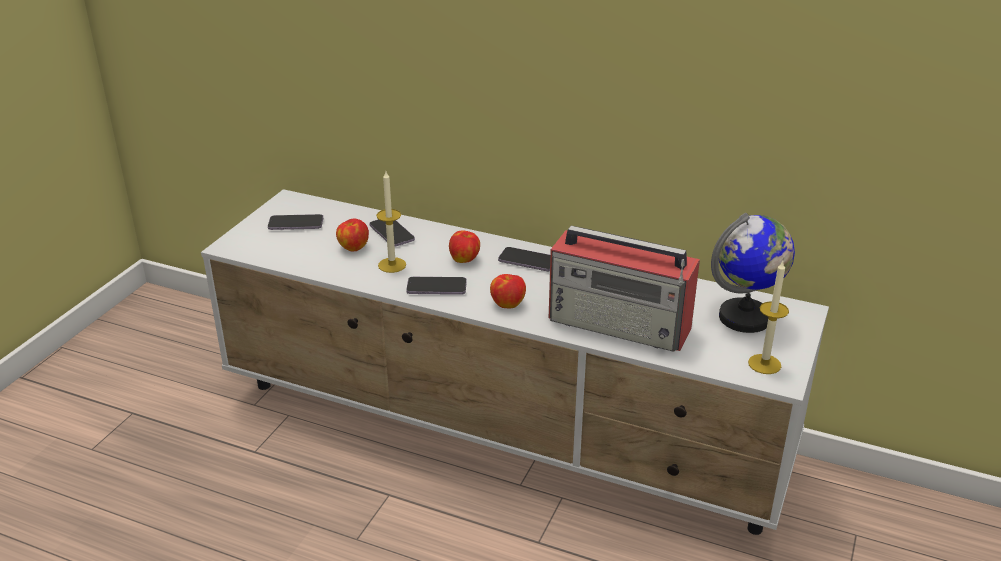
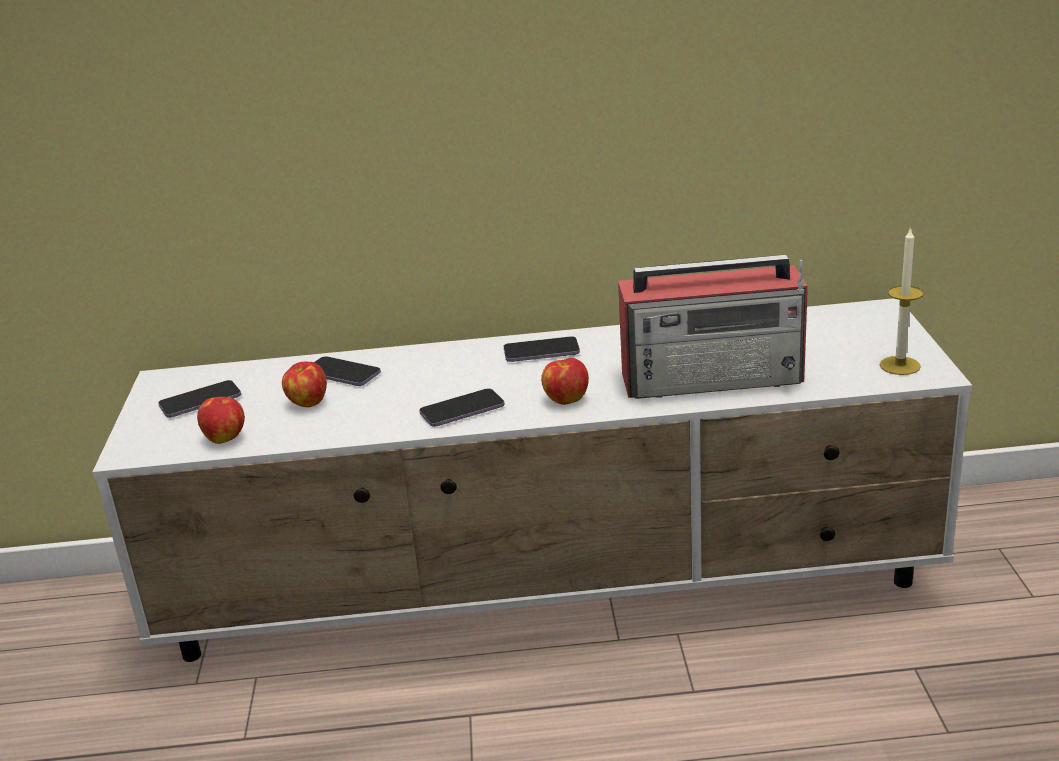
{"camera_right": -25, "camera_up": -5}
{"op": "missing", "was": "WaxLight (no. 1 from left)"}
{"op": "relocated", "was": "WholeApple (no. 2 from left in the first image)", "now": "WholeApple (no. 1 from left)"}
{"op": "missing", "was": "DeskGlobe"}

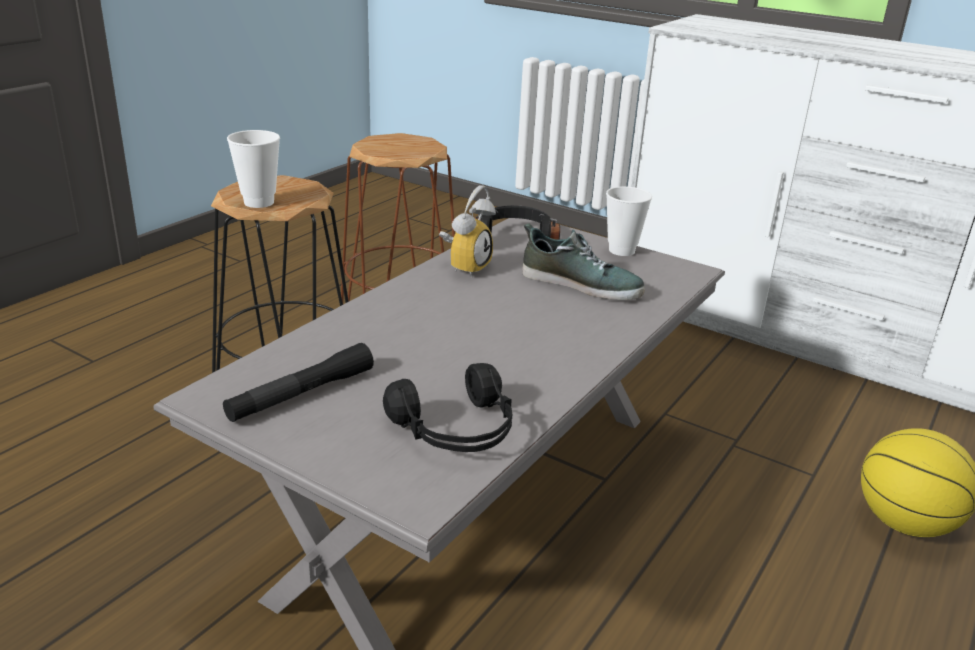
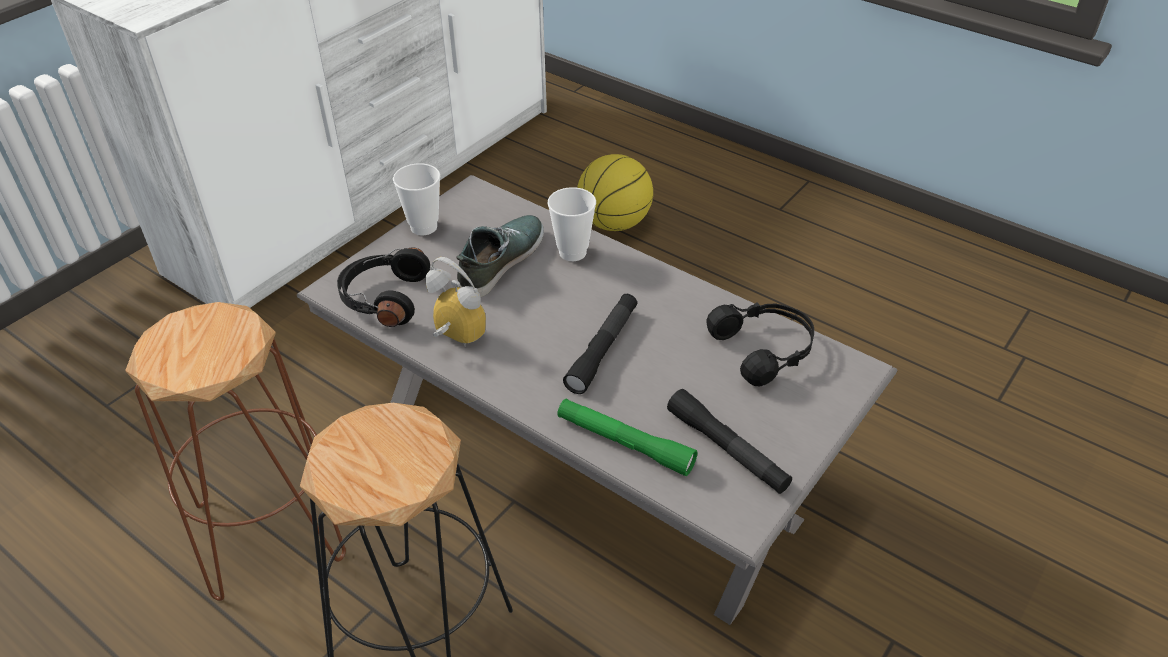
{"camera_right": -85, "camera_up": 15}
{"op": "relocated", "was": "SmallCup (no. 1 from left in the first image)", "now": "SmallCup (no. 2 from left)"}
{"op": "appeared", "now": "GreenColouredHandTorch"}
{"op": "appeared", "now": "BlackHandTorch (no. 1 from left)"}

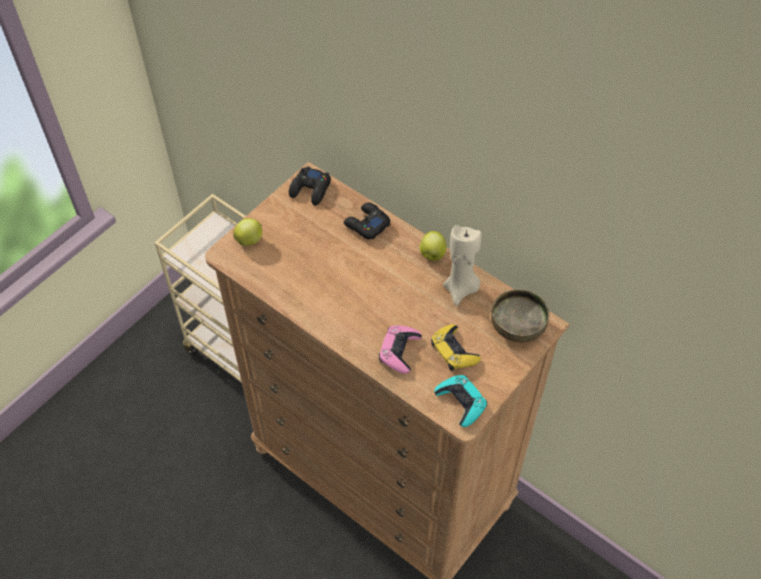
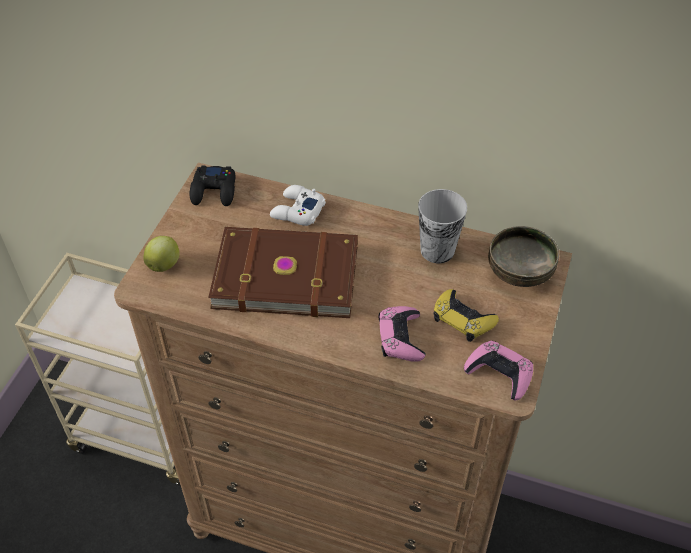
{"camera_right": -20, "camera_up": -5}
{"op": "colour", "was": "BlackGamepad (no. 2 from left)", "now": "WhiteColouredGamepad"}
{"op": "missing", "was": "WholeApple (no. 2 from left)"}
{"op": "colour", "was": "TurquoiseGamepad", "now": "PinkGamepad (no. 2 from left)"}
{"op": "exchanged", "was": "SandColouredWaxLight", "now": "SmallCup"}
{"op": "appeared", "now": "BrownishBook"}

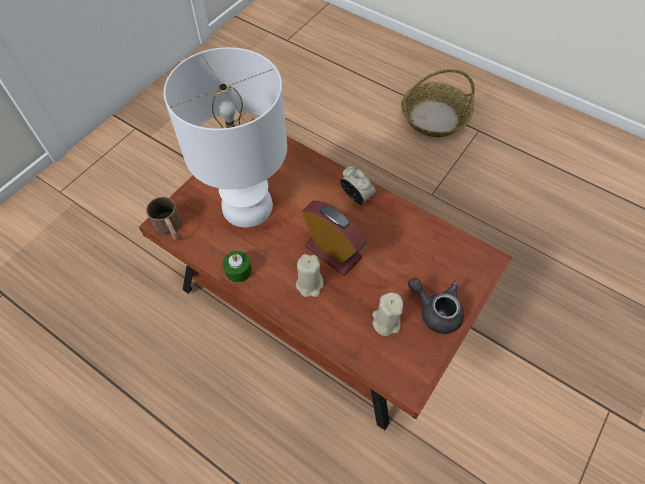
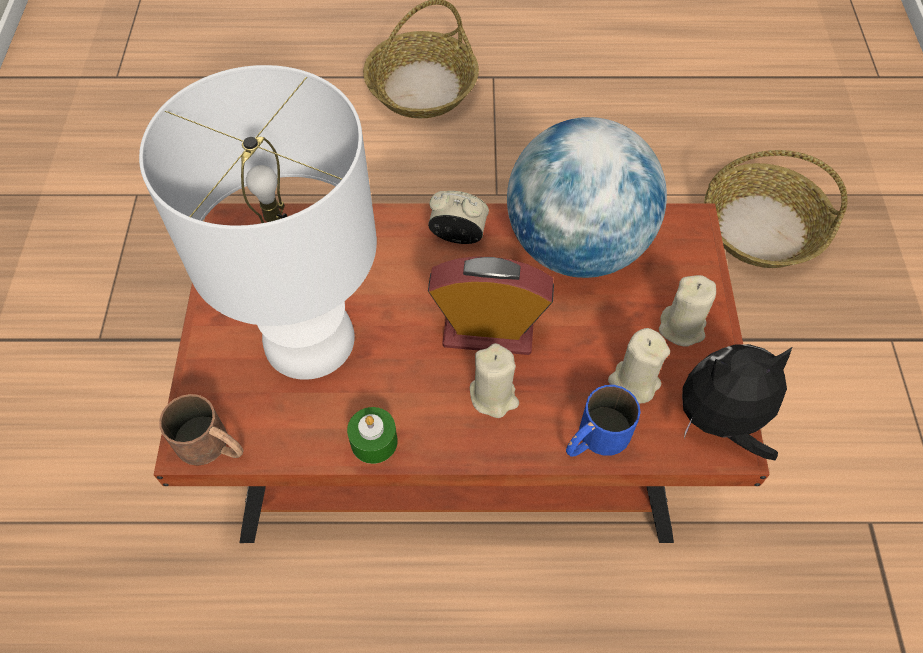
{"camera_right": -35, "camera_up": 0}
{"op": "exchanged", "was": "GreyishTeapot", "now": "SandColouredWaxLight (no. 3 from left)"}
{"op": "appeared", "now": "DeskGlobe"}
{"op": "appeared", "now": "BluishCoffeeMug"}
{"op": "appeared", "now": "PlushToy"}
{"op": "appeared", "now": "Basket (no. 2 from left)"}

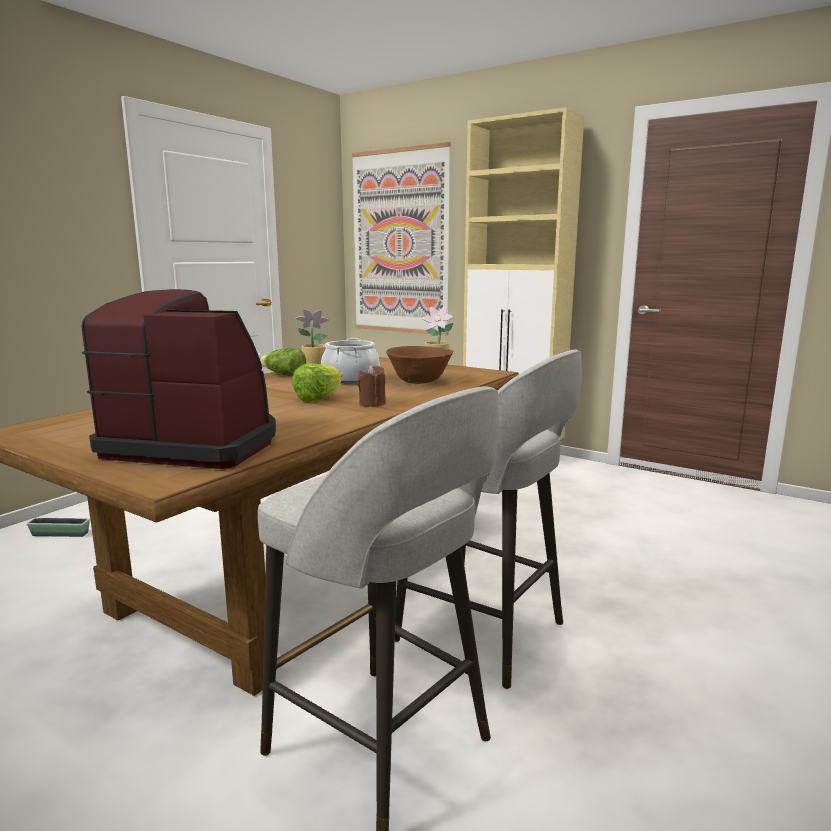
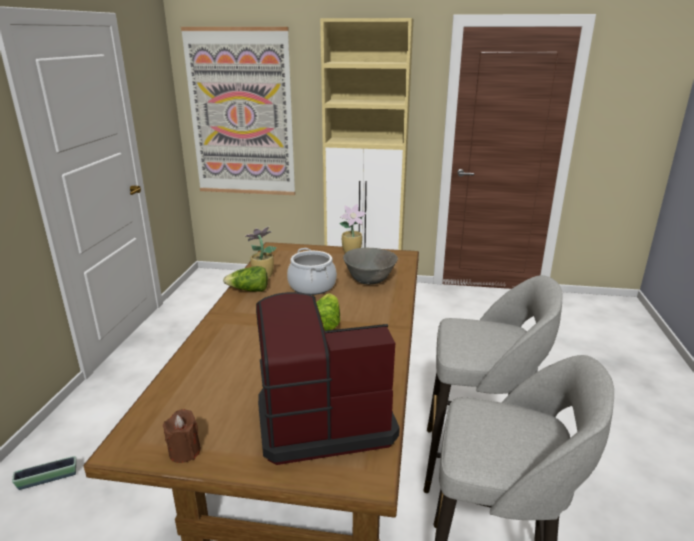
{"camera_right": -25, "camera_up": 10}
{"op": "relocated", "was": "BrownishWaxLight"}
{"op": "colour", "was": "BrownishServingBowl", "now": "GreyishServingBowl"}

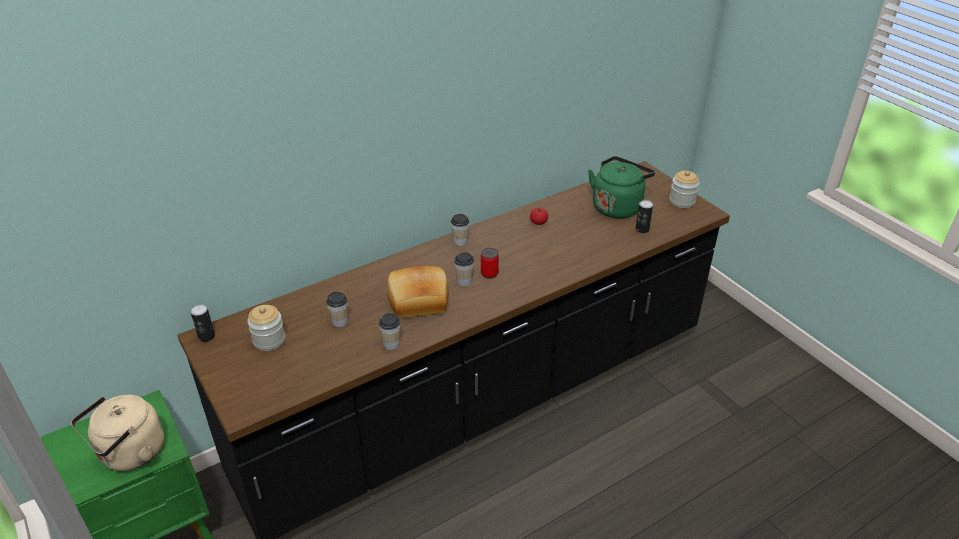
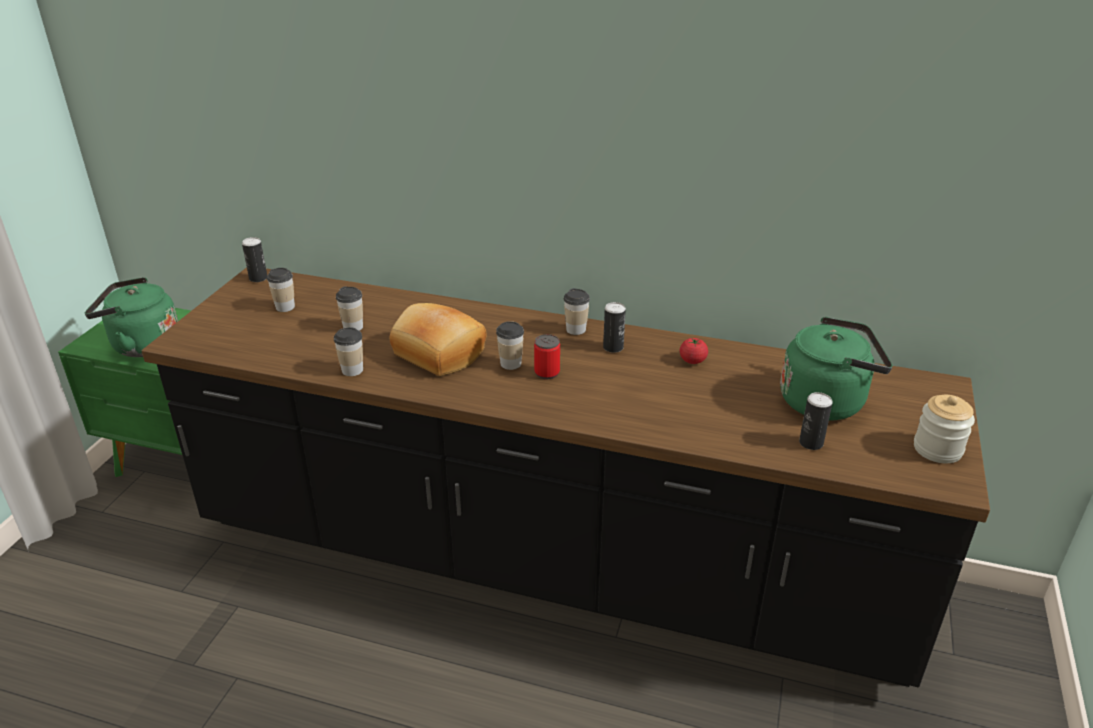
{"camera_right": 50, "camera_up": -5}
{"op": "colour", "was": "SandColouredKettle", "now": "GreenColouredKettle (no. 1 from left)"}
{"op": "exchanged", "was": "StorageJar (no. 1 from left)", "now": "SmallCup (no. 1 from left)"}
{"op": "appeared", "now": "MetalCan (no. 3 from left)"}

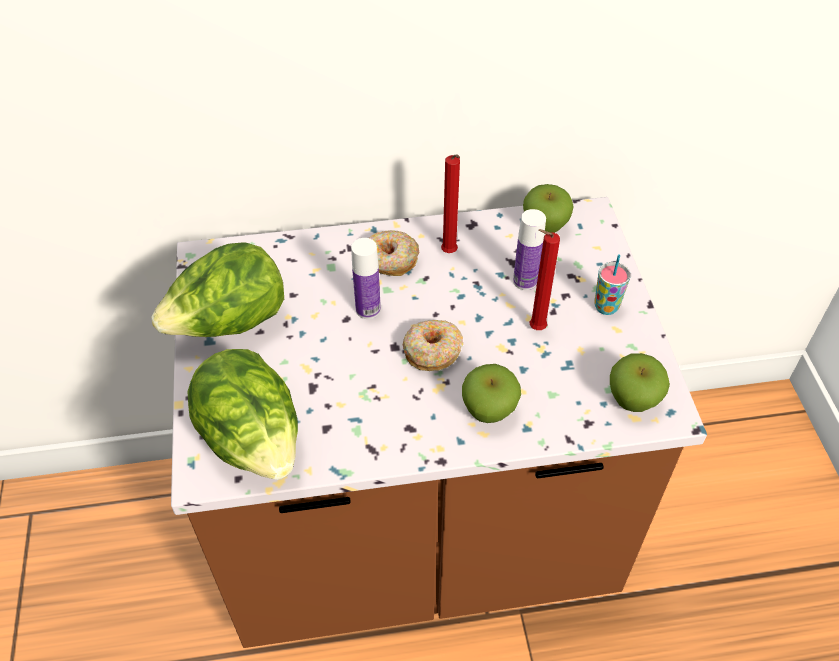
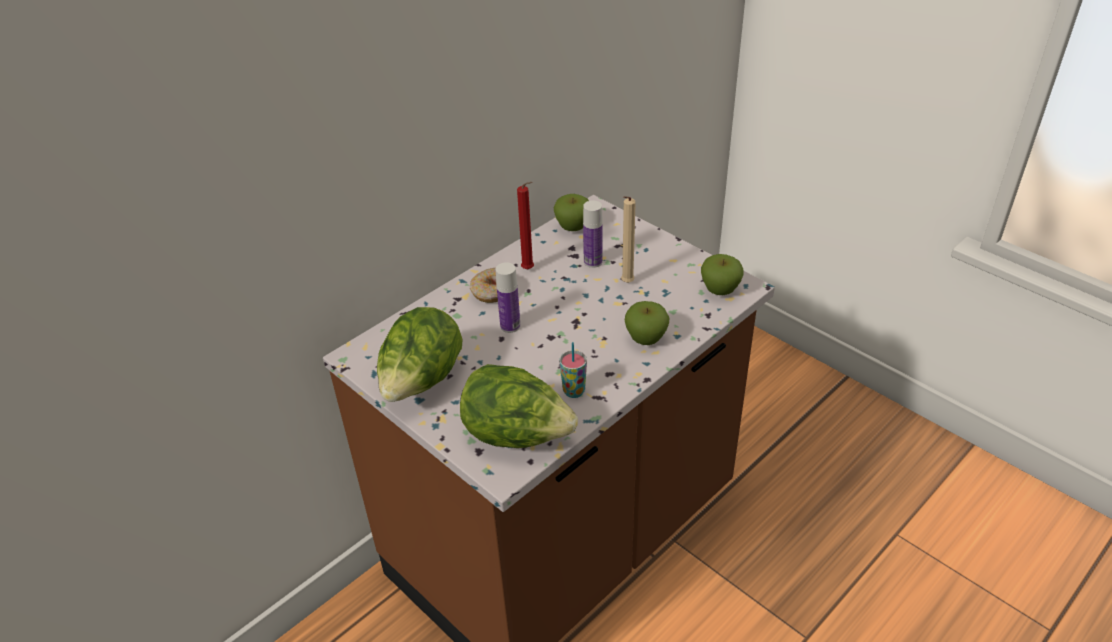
{"camera_right": -35, "camera_up": -10}
{"op": "missing", "was": "Doughnut (no. 2 from left)"}
{"op": "colour", "was": "RedColouredWaxLight (no. 2 from left)", "now": "SandColouredWaxLight"}
{"op": "relocated", "was": "SmallCup"}

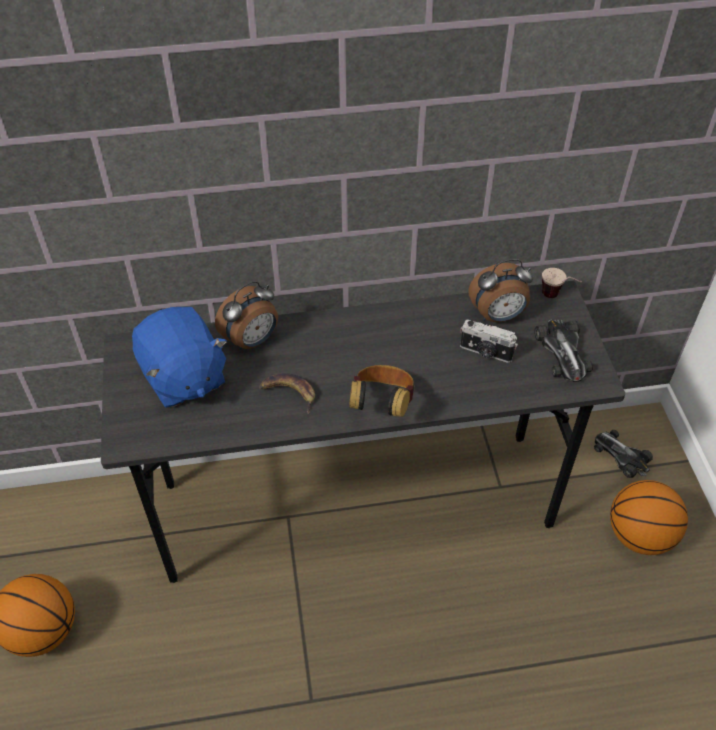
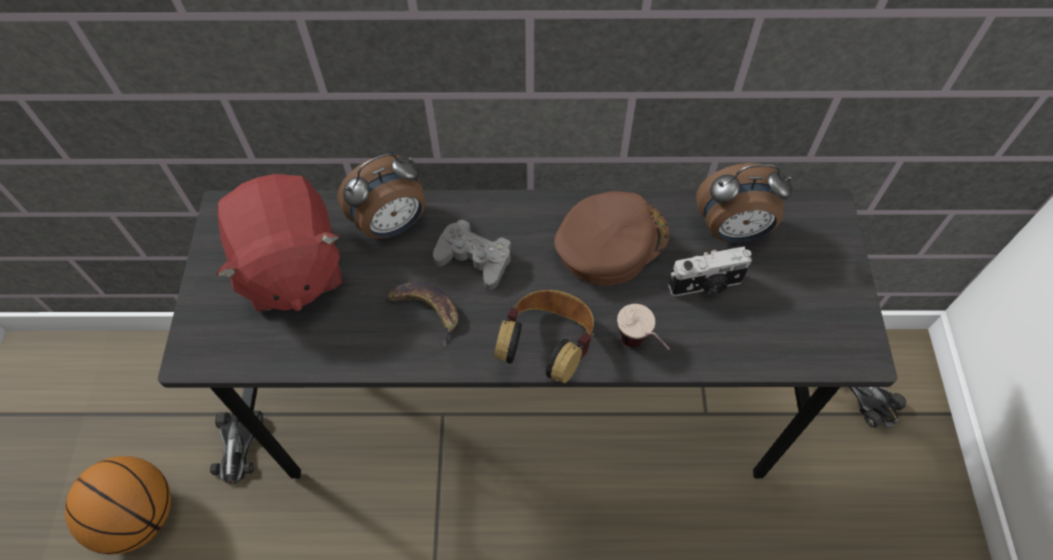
{"camera_right": 10, "camera_up": 10}
{"op": "colour", "was": "BluishPlushToy", "now": "RedColouredPlushToy"}
{"op": "spun", "was": "StillCamera", "clockwise": -45}
{"op": "relocated", "was": "ModelCar (no. 1 from left)"}
{"op": "relocated", "was": "SmallCup"}
{"op": "missing", "was": "BallForBasketball (no. 2 from left)"}
{"op": "appeared", "now": "GreyishGamepad"}
{"op": "appeared", "now": "BrownishBaseballCap"}

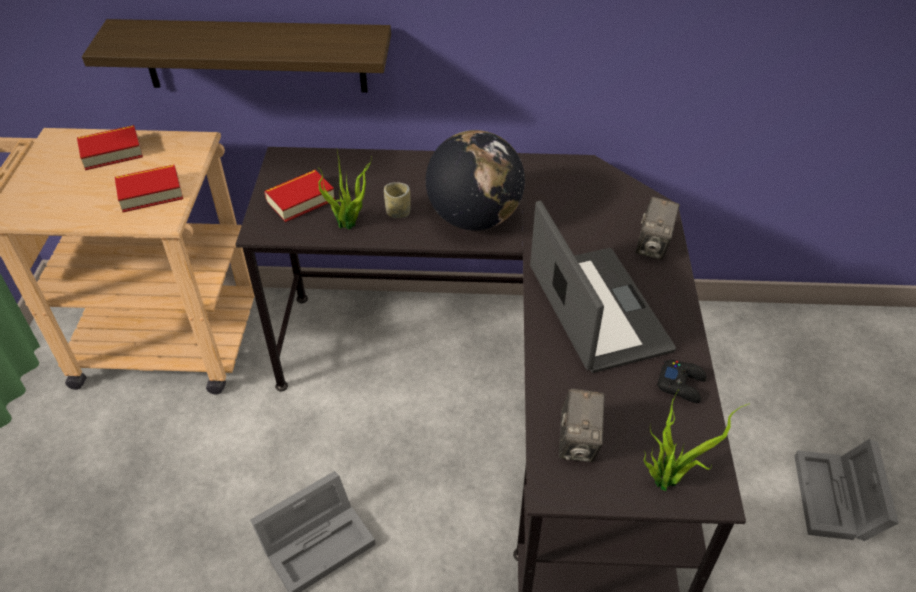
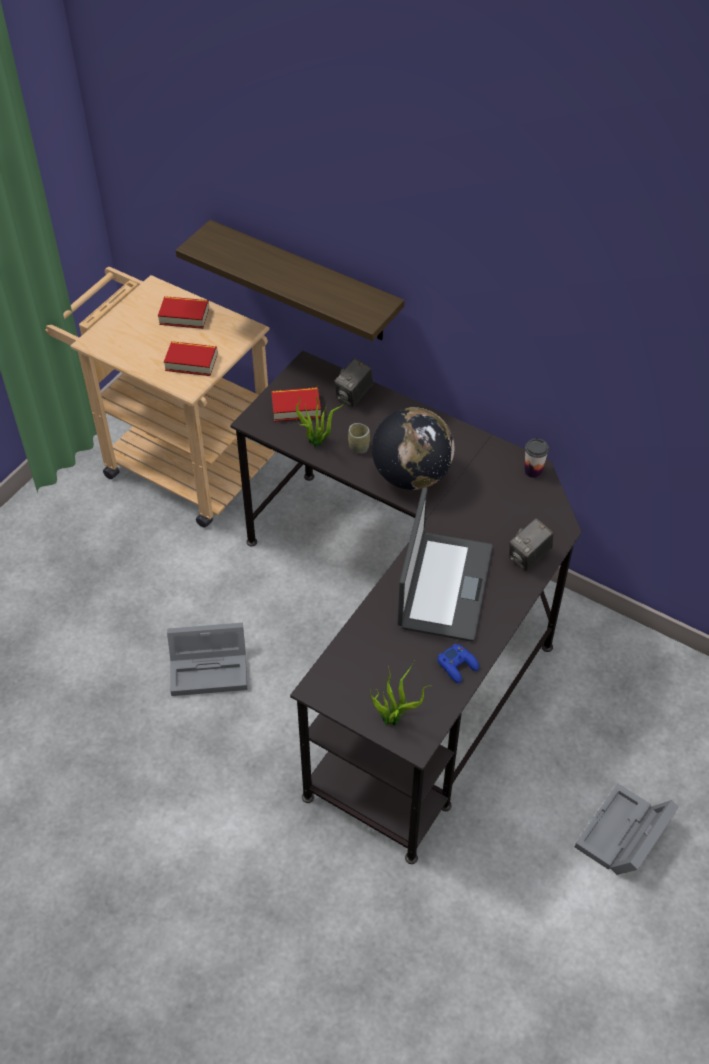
{"camera_right": 30, "camera_up": 5}
{"op": "relocated", "was": "StillCamera (no. 1 from left)"}
{"op": "colour", "was": "BlackGamepad", "now": "BluishGamepad"}
{"op": "appeared", "now": "SmallCup (no. 2 from left)"}

